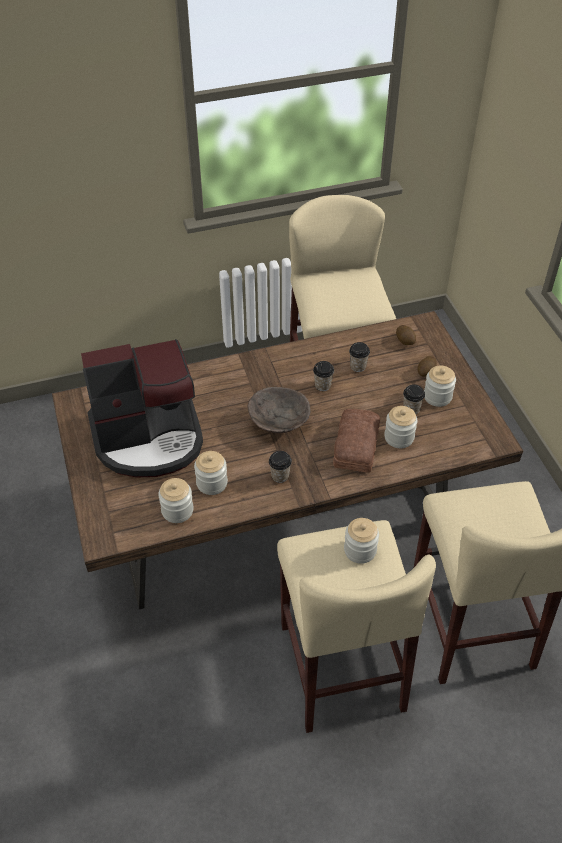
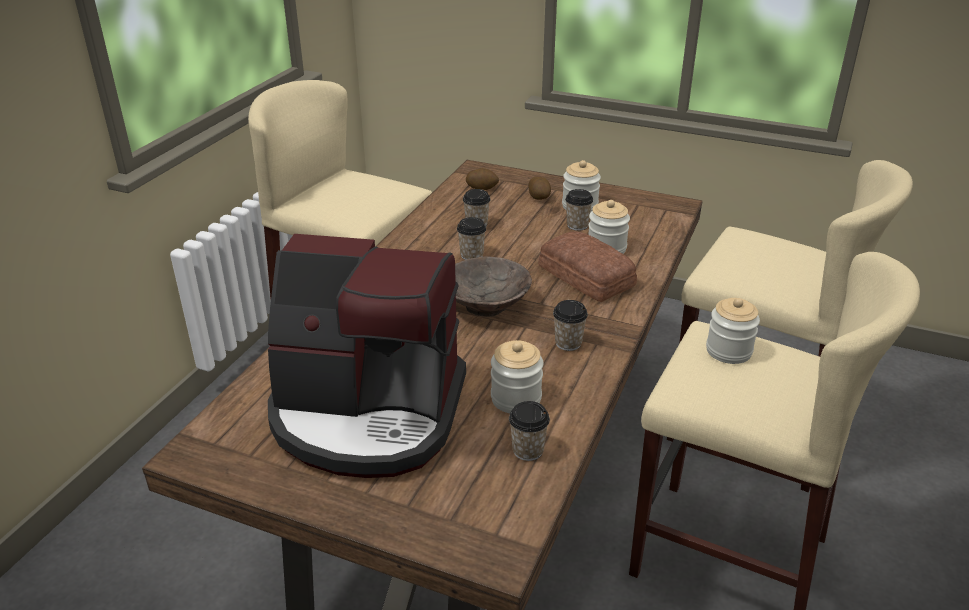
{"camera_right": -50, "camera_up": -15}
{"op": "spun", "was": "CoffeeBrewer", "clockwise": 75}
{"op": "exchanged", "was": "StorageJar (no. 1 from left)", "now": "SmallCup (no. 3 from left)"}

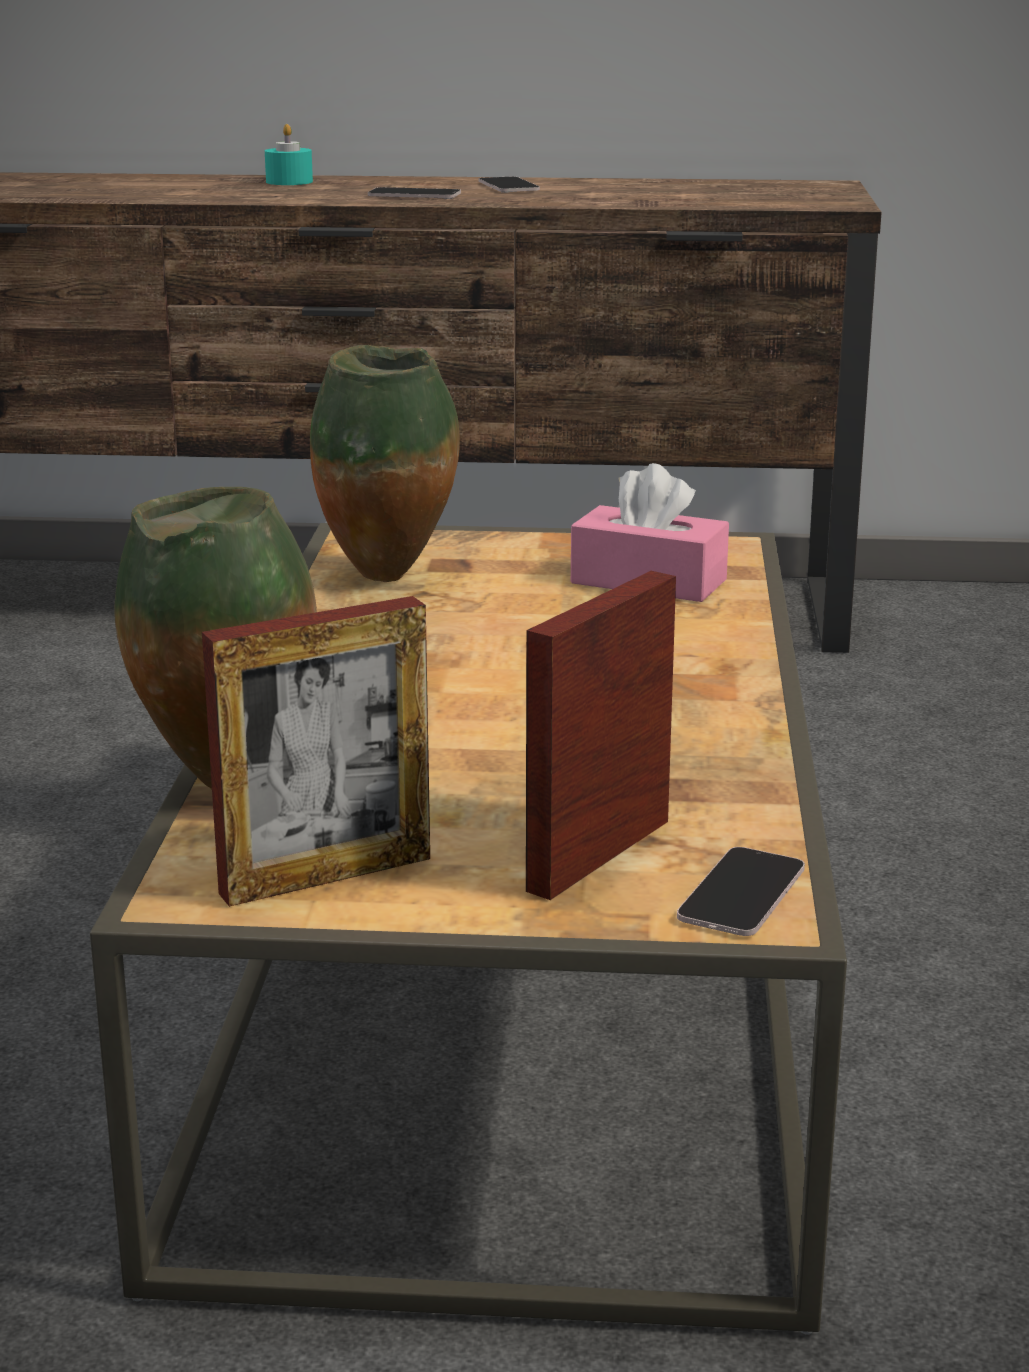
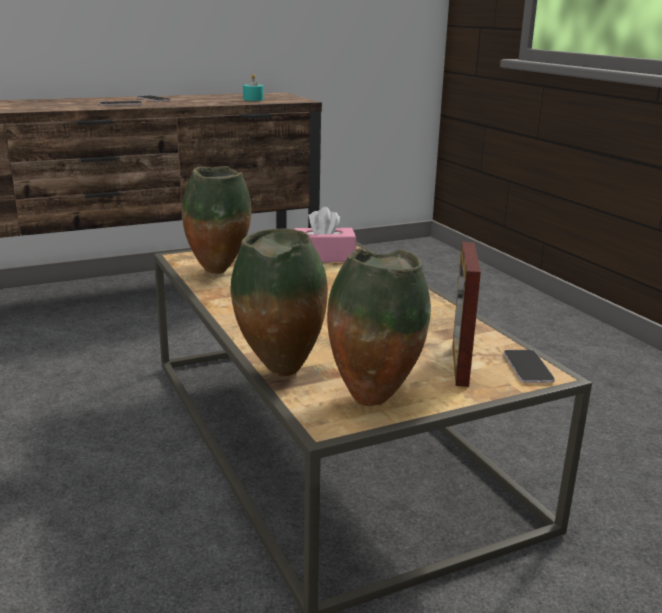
{"camera_right": -30, "camera_up": 0}
{"op": "exchanged", "was": "StandingFrame (no. 1 from left)", "now": "FlowerVase (no. 3 from left)"}
{"op": "relocated", "was": "TurquoiseWaxLight"}

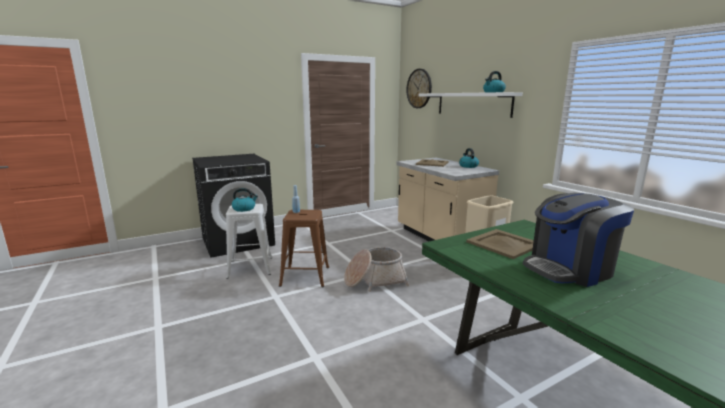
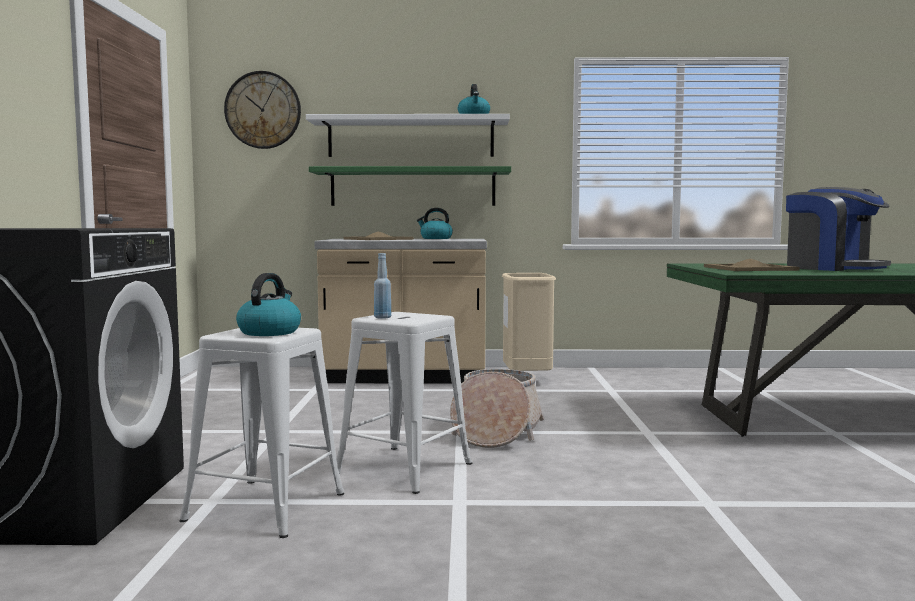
{"camera_right": -60, "camera_up": -10}
{"op": "colour", "was": "BrownishSittingStool", "now": "WhiteColouredSittingStool (no. 2 from left)"}
{"op": "spun", "was": "CoffeeBrewer", "clockwise": -45}
{"op": "appeared", "now": "GreenColouredShelf"}

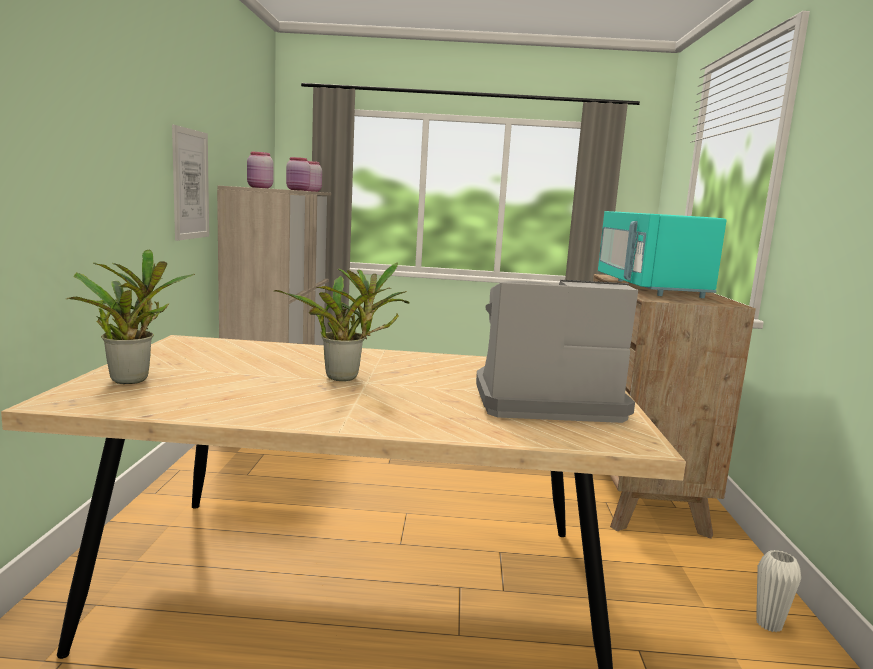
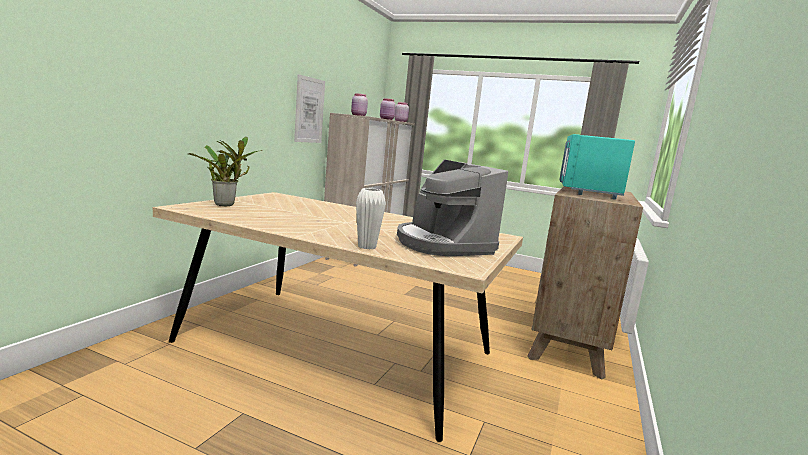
{"camera_right": 20, "camera_up": 0}
{"op": "missing", "was": "PottedPlant (no. 2 from left)"}
{"op": "spun", "was": "CoffeeBrewer", "clockwise": -135}
{"op": "relocated", "was": "WhiteColouredFlowerVase"}

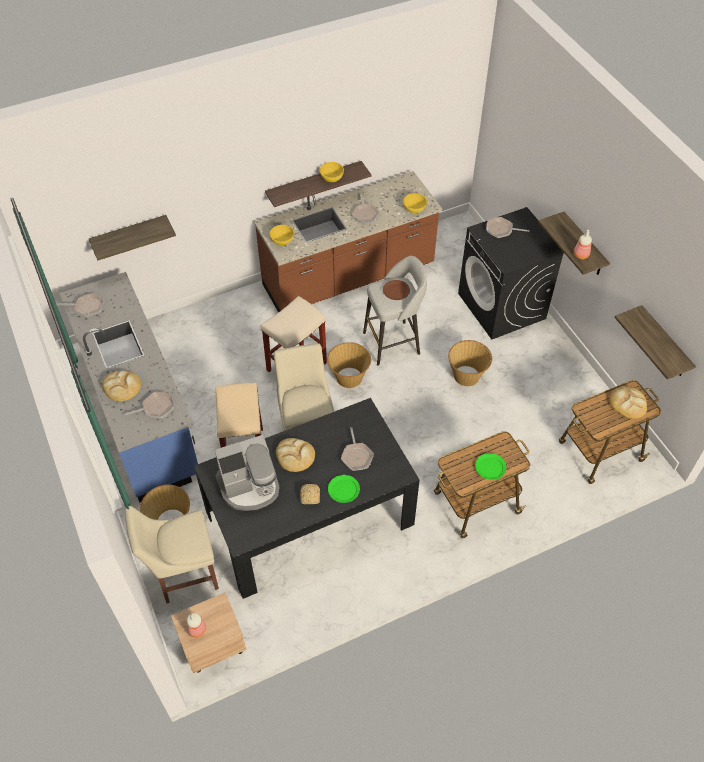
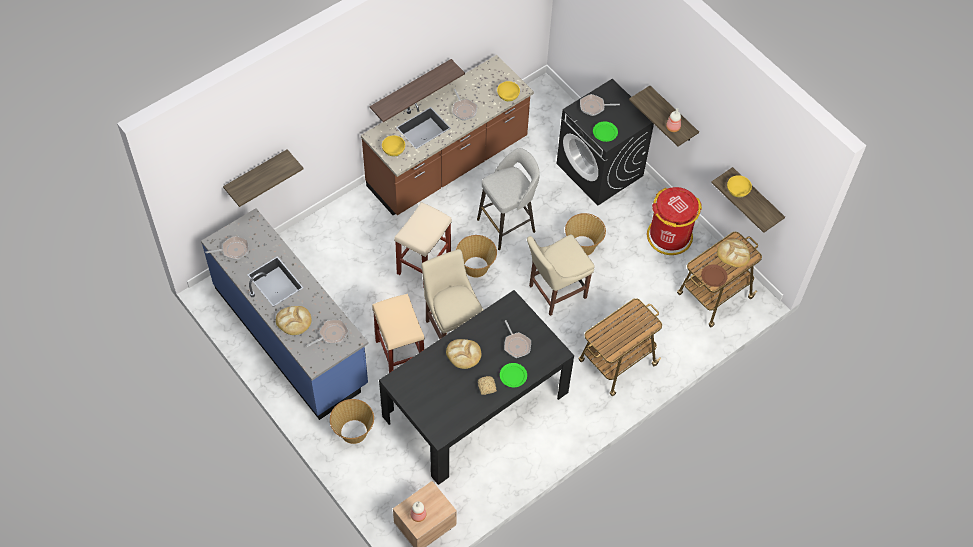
{"camera_right": -15, "camera_up": 5}
{"op": "relocated", "was": "SandColouredChair (no. 1 from left in the first image)", "now": "SandColouredChair (no. 2 from left)"}
{"op": "missing", "was": "CoffeeBrewer"}
{"op": "relocated", "was": "YellowishServingBowl (no. 2 from left in the first image)", "now": "YellowishServingBowl (no. 3 from left)"}
{"op": "relocated", "was": "BrownishDinnerPlate"}
{"op": "relocated", "was": "GreenColouredDinnerPlate (no. 2 from left)"}
{"op": "appeared", "now": "RedColouredWasteBin"}

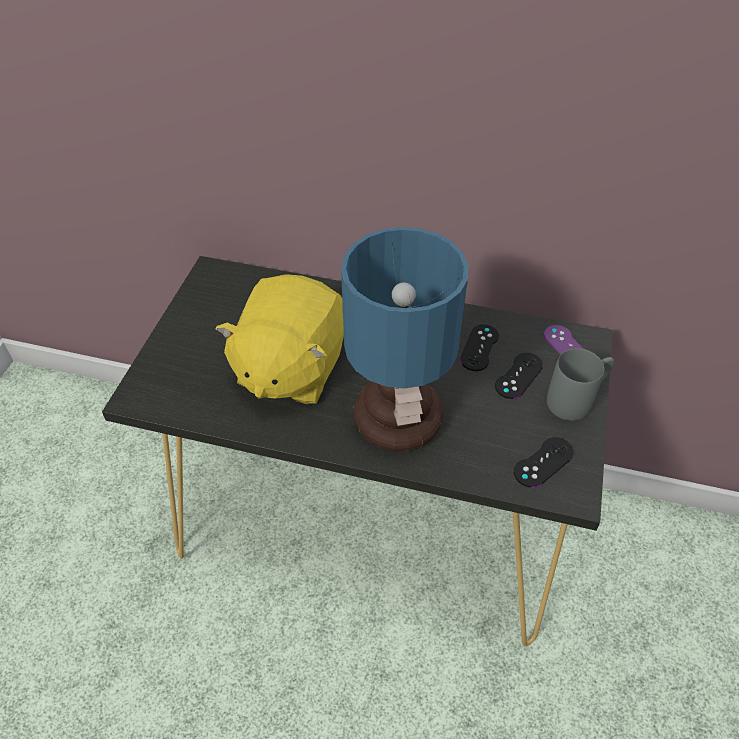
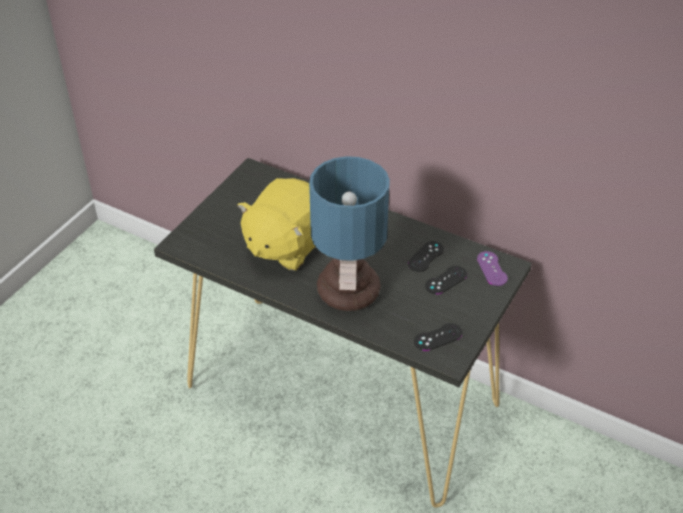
{"camera_right": 15, "camera_up": -5}
{"op": "missing", "was": "GreyishCoffeeMug"}

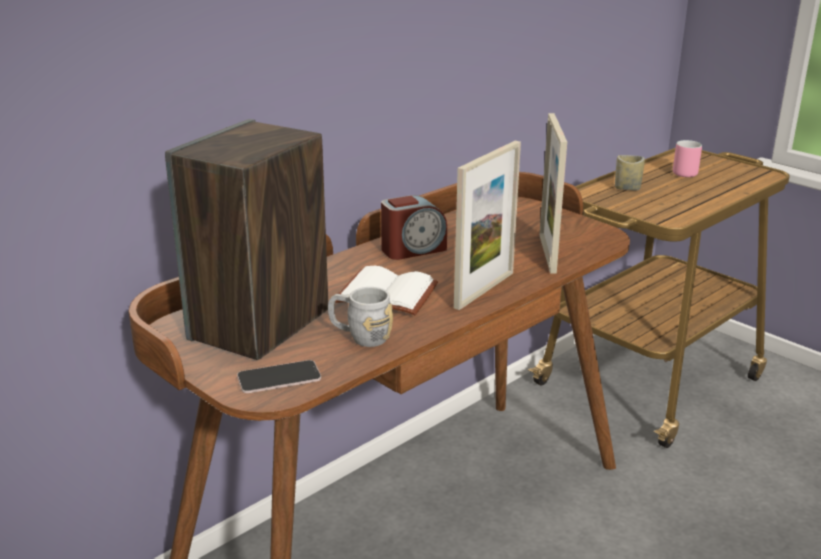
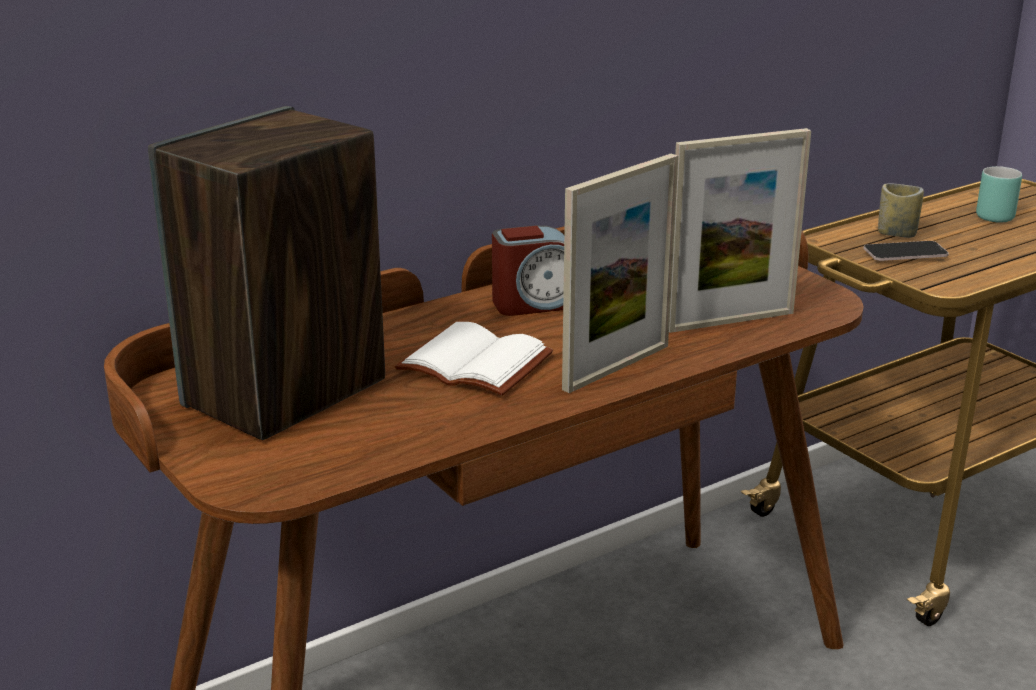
{"camera_right": 10, "camera_up": 0}
{"op": "relocated", "was": "Handset"}
{"op": "missing", "was": "GreyishCoffeeMug"}
{"op": "spun", "was": "StandingFrame (no. 2 from left)", "clockwise": -120}
{"op": "colour", "was": "PinkCoffeeMug", "now": "TurquoiseCoffeeMug"}

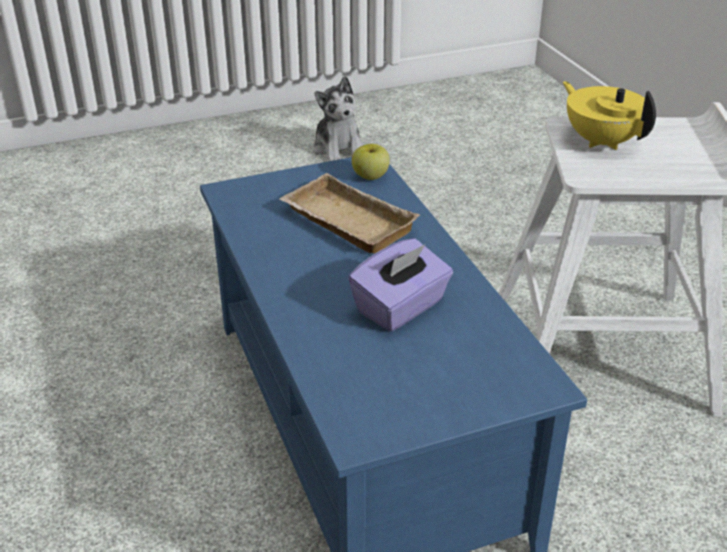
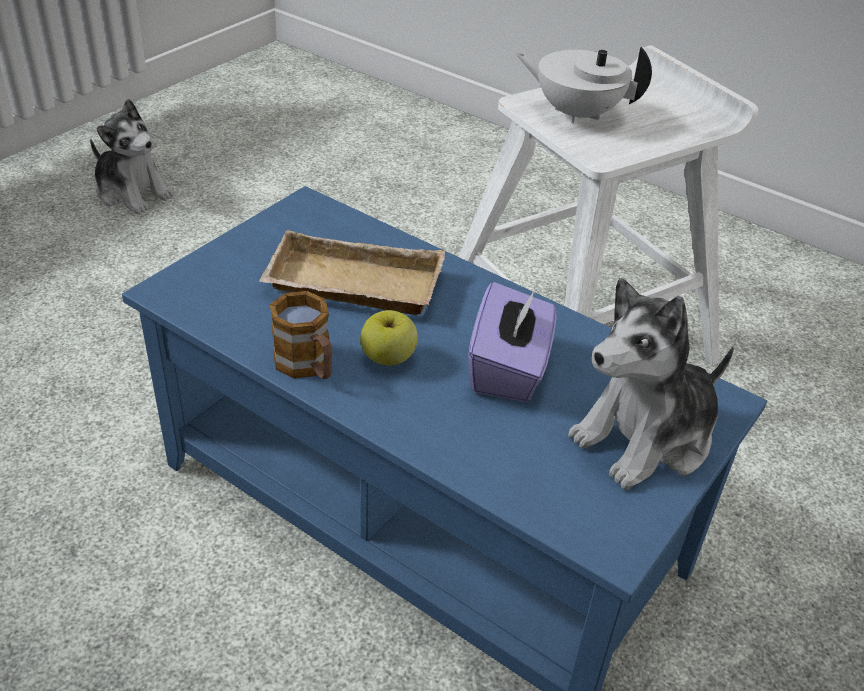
{"camera_right": -35, "camera_up": 5}
{"op": "relocated", "was": "WholeApple"}
{"op": "colour", "was": "YellowishTeapot", "now": "WhiteColouredTeapot"}
{"op": "appeared", "now": "CoffeeMug"}
{"op": "appeared", "now": "PlushToy (no. 2 from left)"}

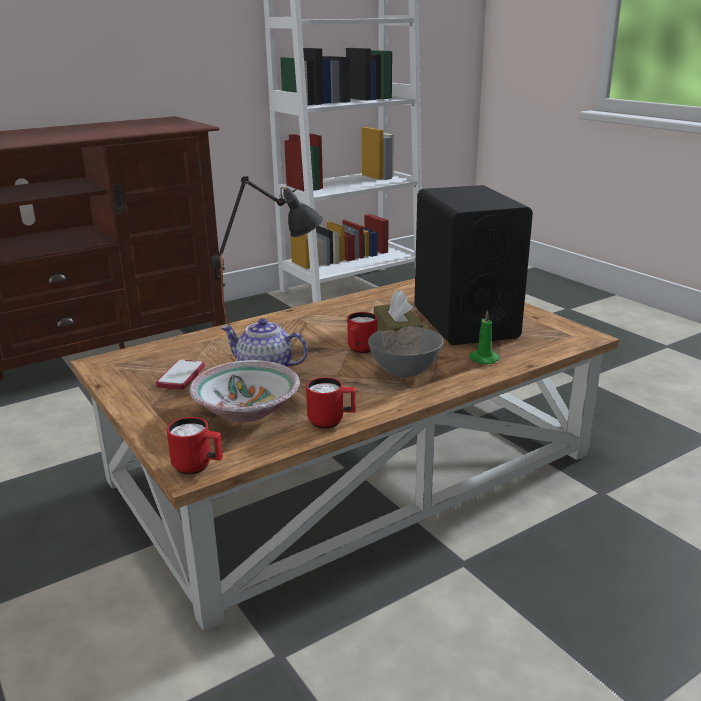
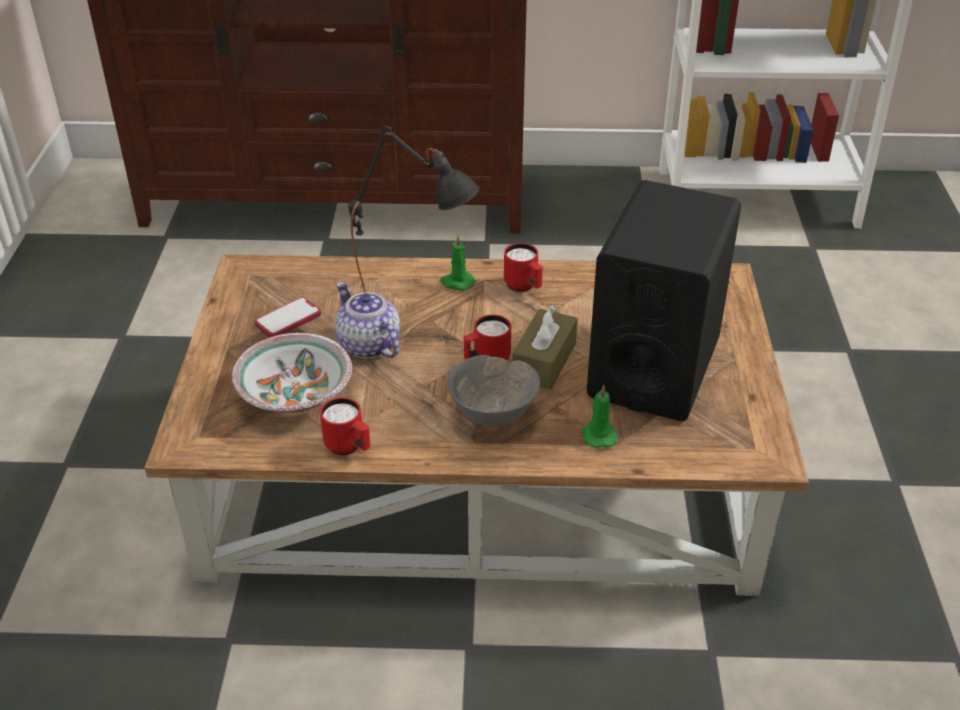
{"camera_right": 35, "camera_up": 15}
{"op": "relocated", "was": "RedColouredCoffeeMug (no. 1 from left in the first image)", "now": "RedColouredCoffeeMug (no. 3 from left)"}
{"op": "appeared", "now": "GreenColouredWaxLight (no. 1 from left)"}

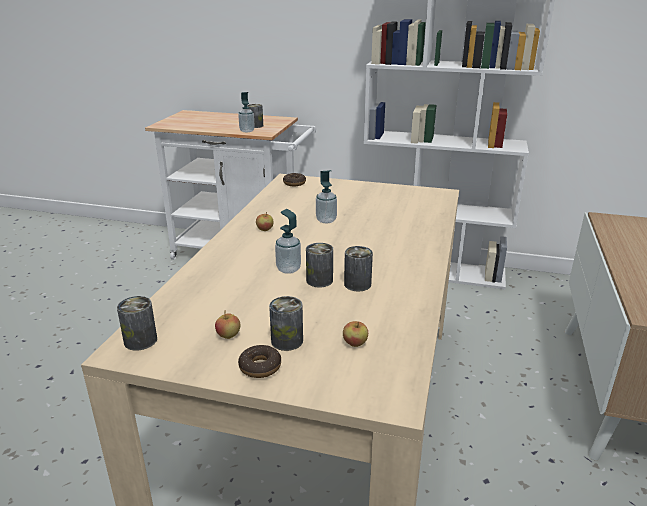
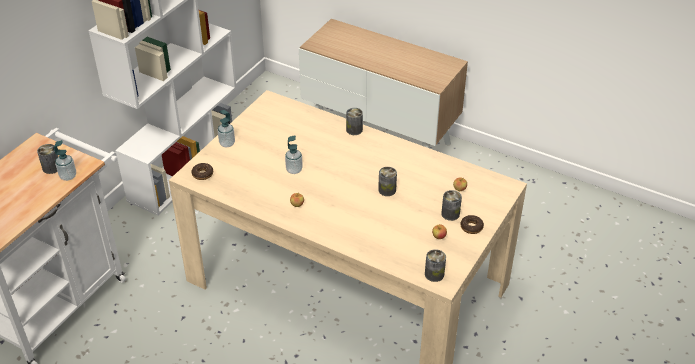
{"camera_right": -75, "camera_up": 15}
{"op": "relocated", "was": "SoapDispenser (no. 2 from left)"}
{"op": "relocated", "was": "MetalCan (no. 5 from left in the first image)", "now": "MetalCan (no. 2 from left)"}

